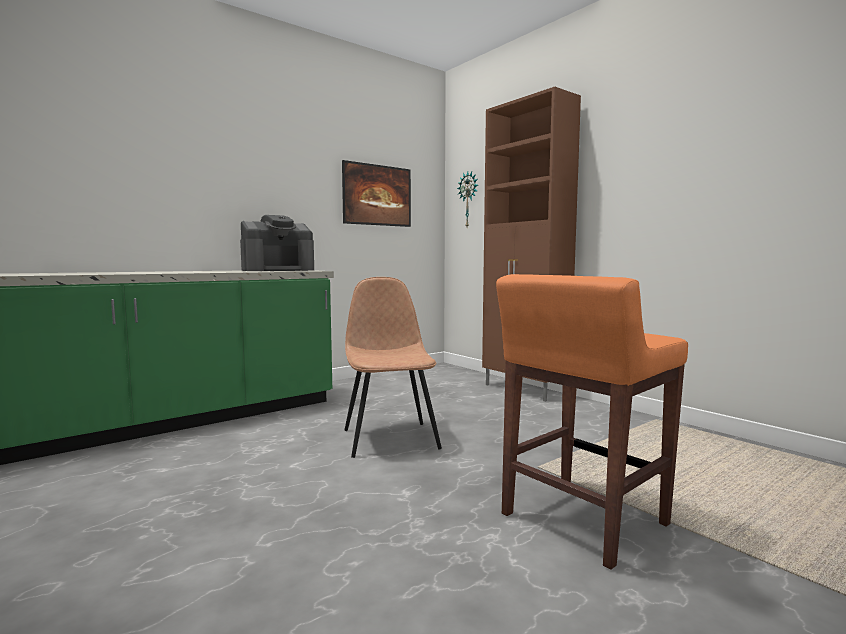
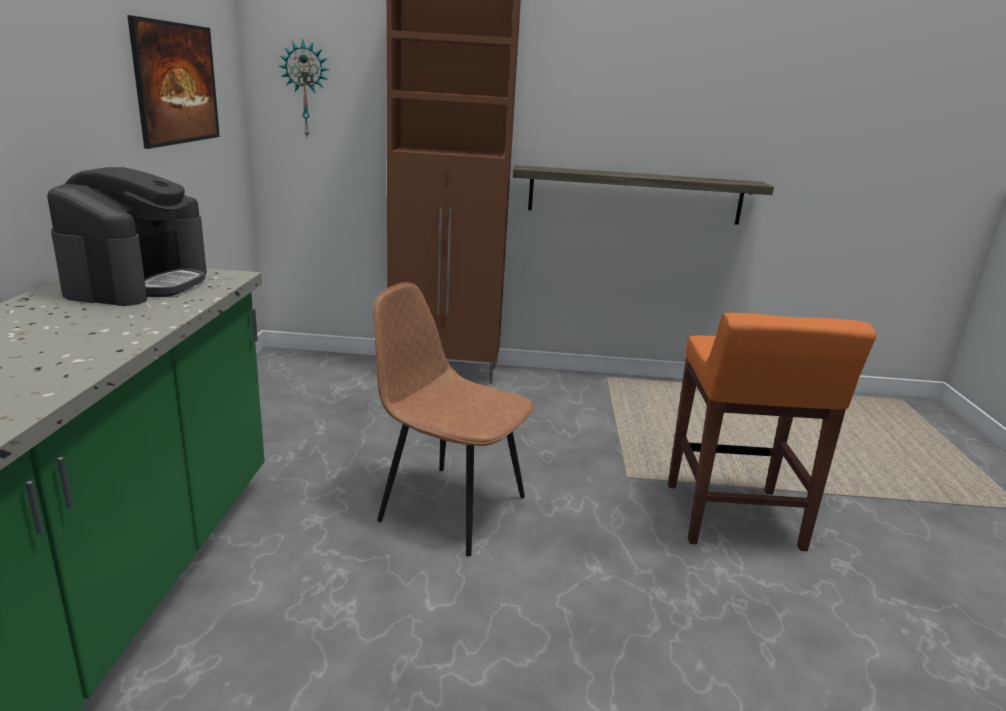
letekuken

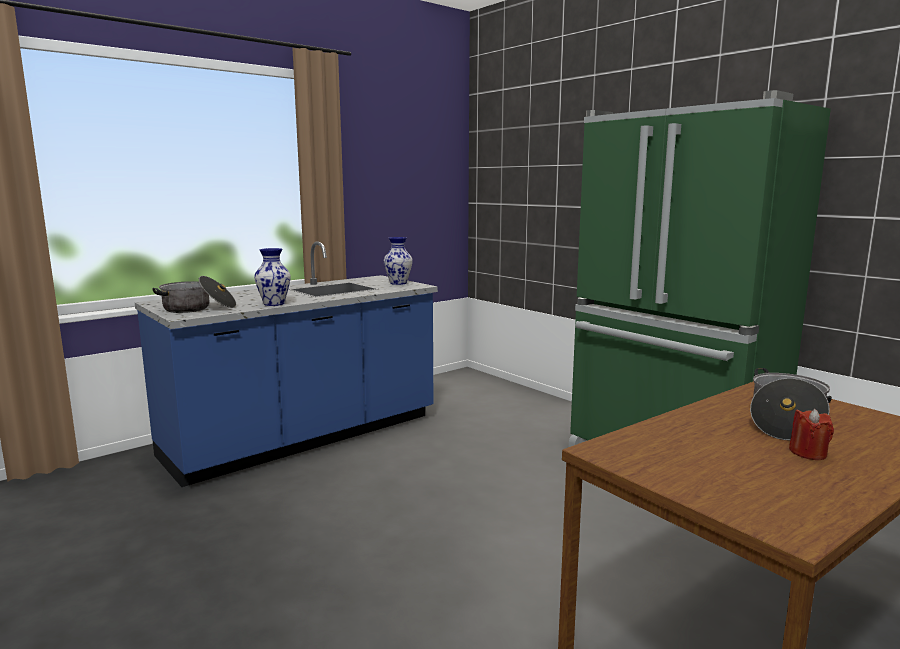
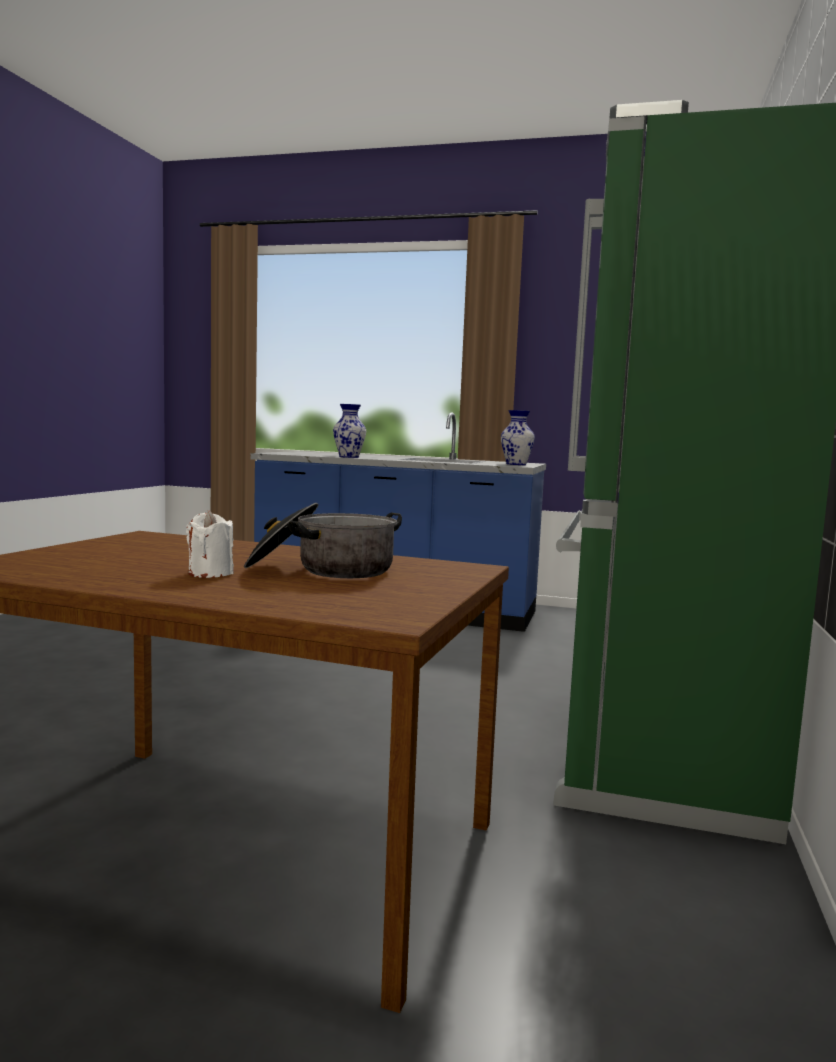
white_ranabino
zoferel (1st from left in the first image)

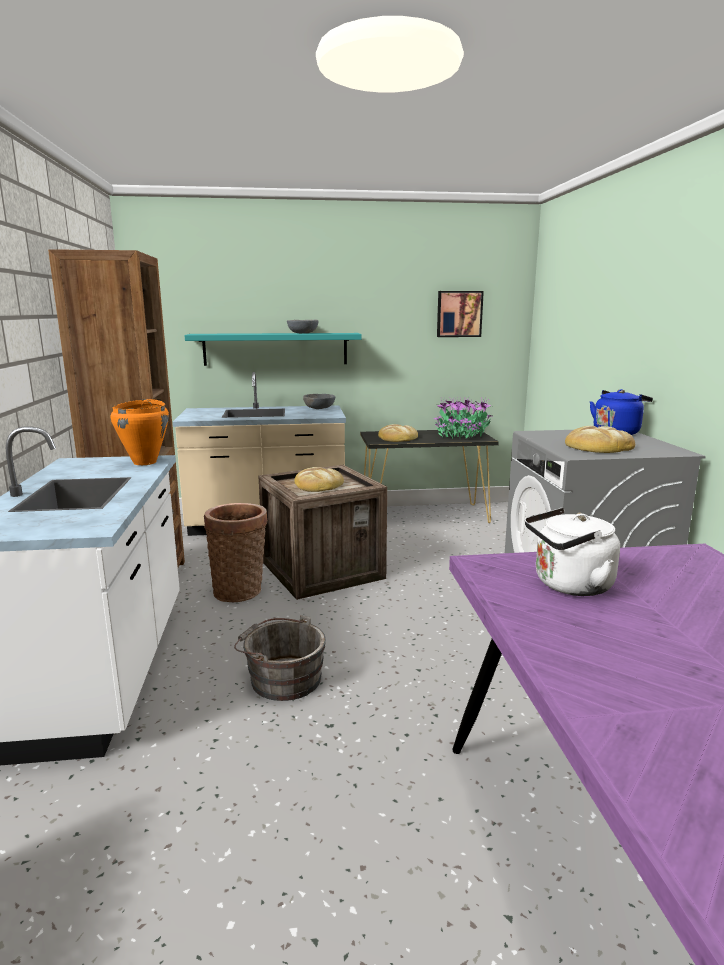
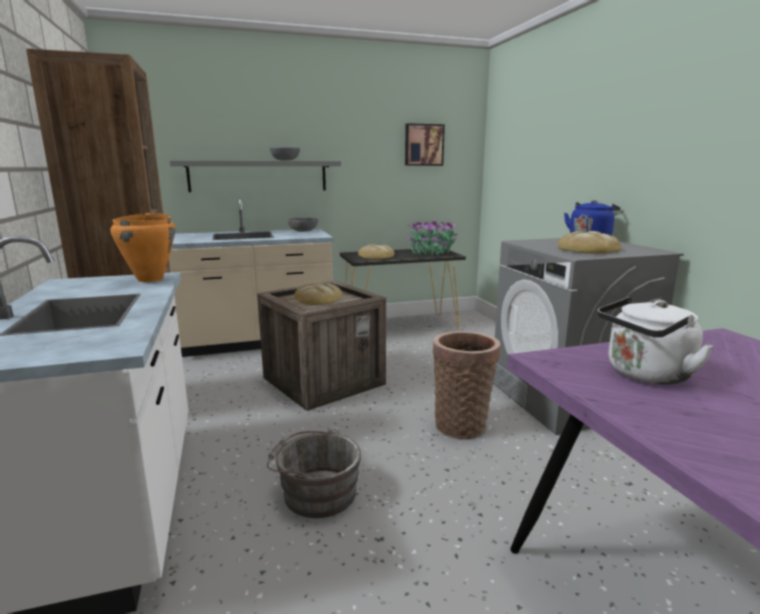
grey_letekuken
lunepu

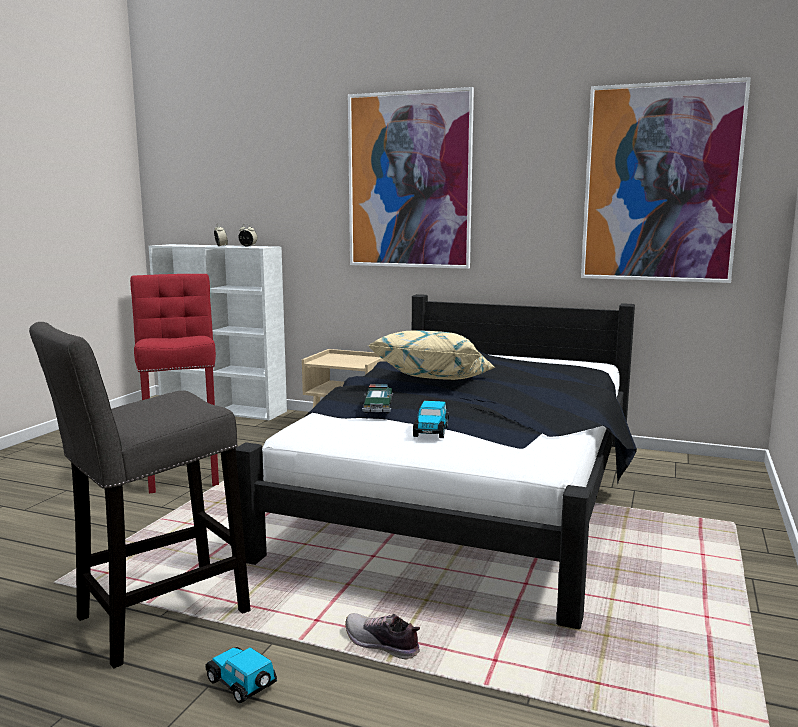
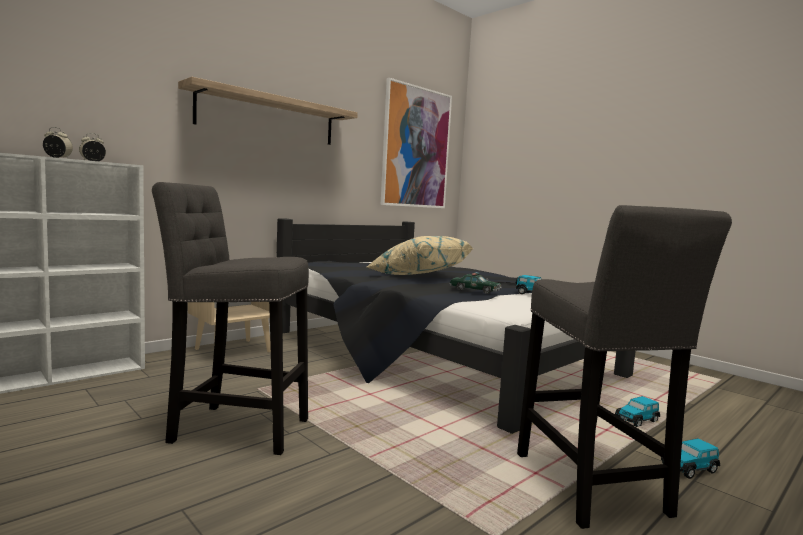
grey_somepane (1st from left)
letekuken
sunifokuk (3rd from left)

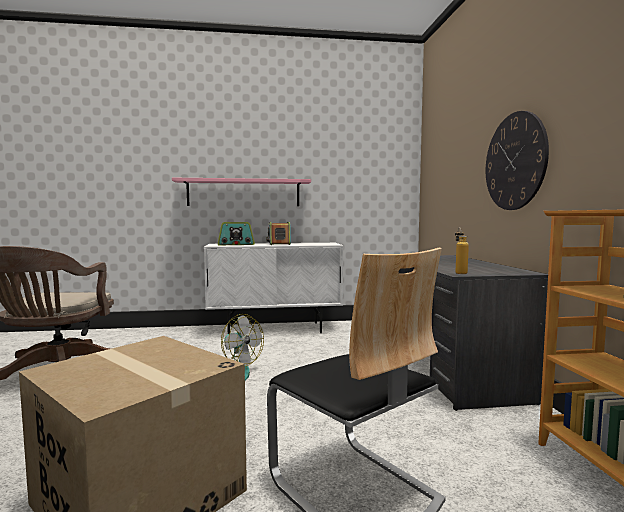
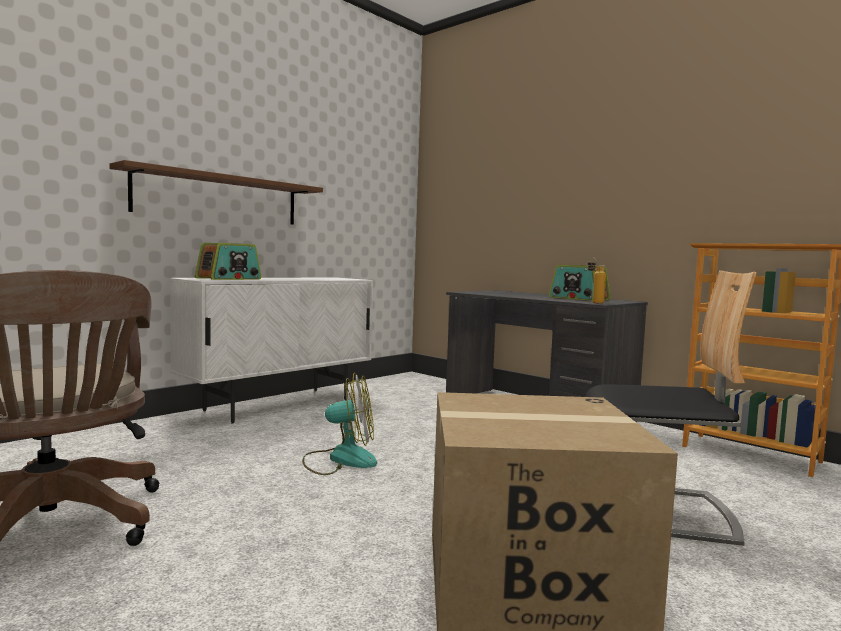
brown_letekuken
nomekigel (2nd from left)
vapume

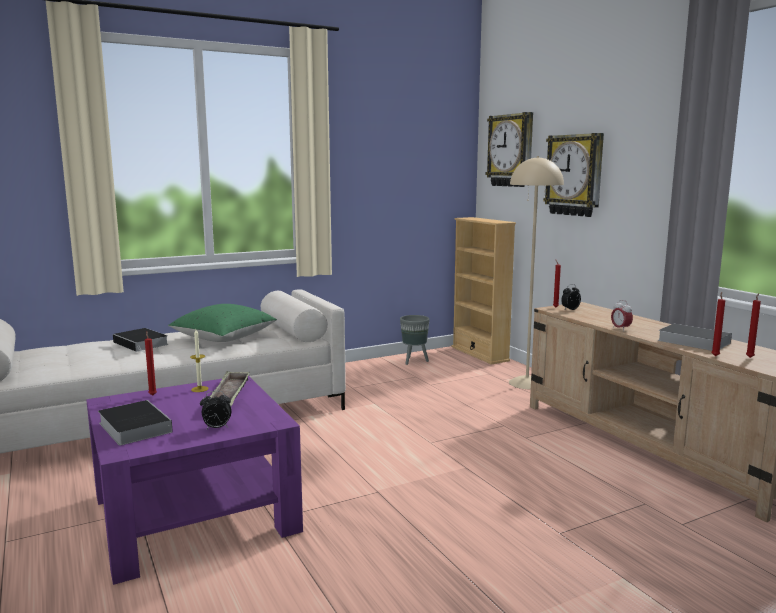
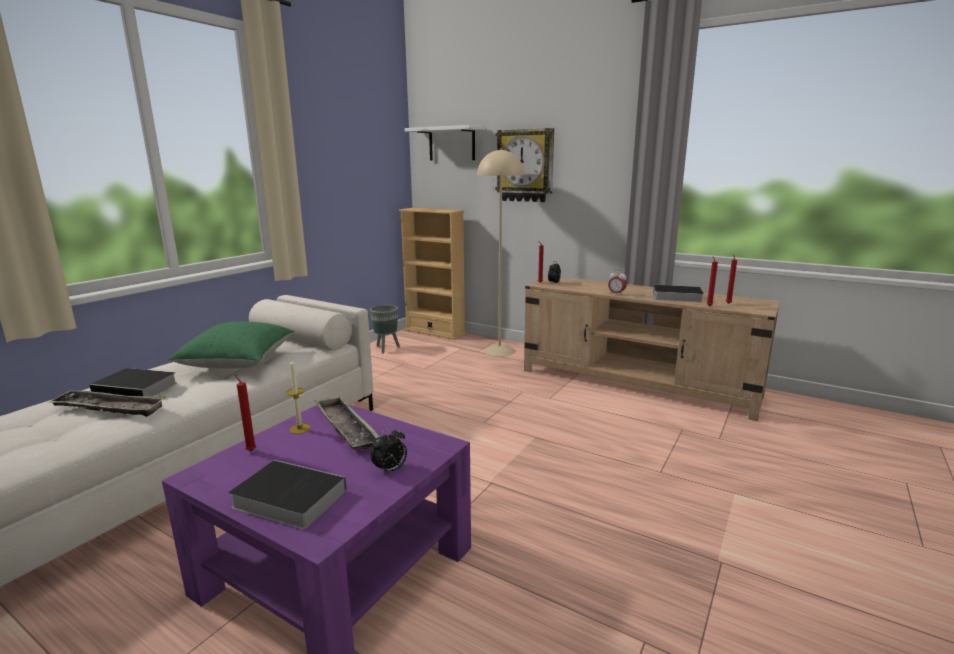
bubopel (1st from left)
white_letekuken

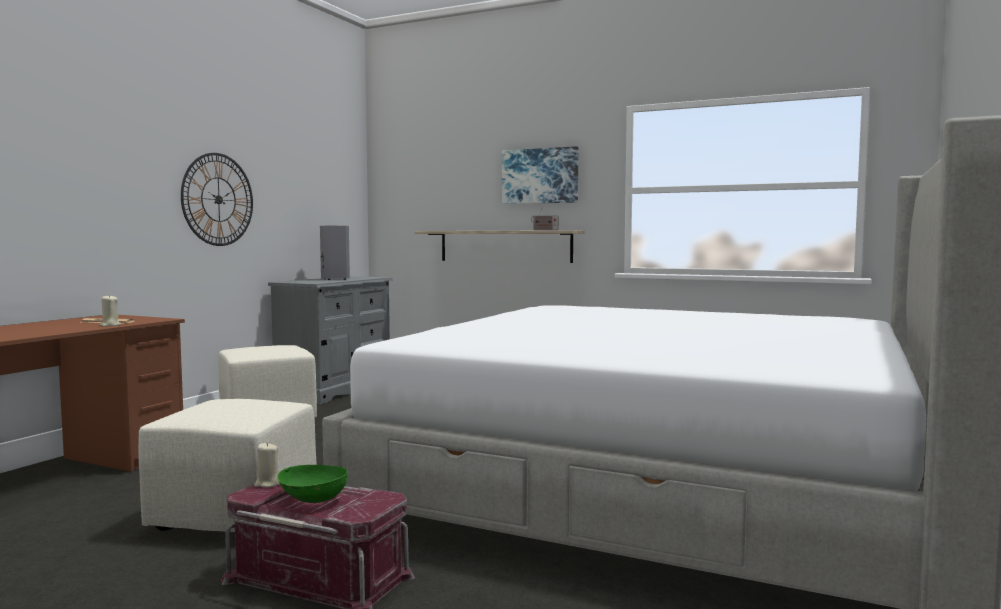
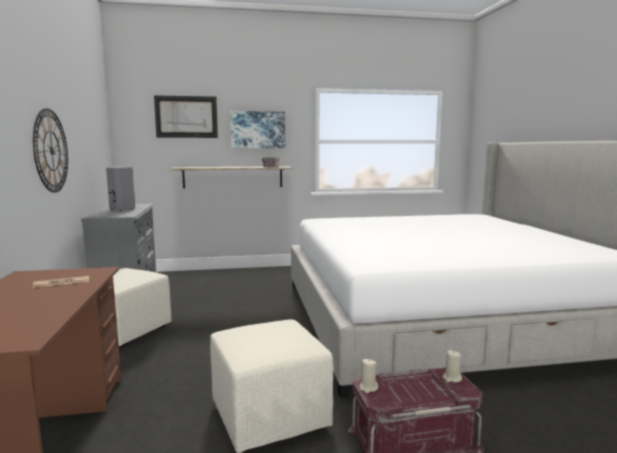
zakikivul (1st from left)
beige_ranabino (2nd from left)
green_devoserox

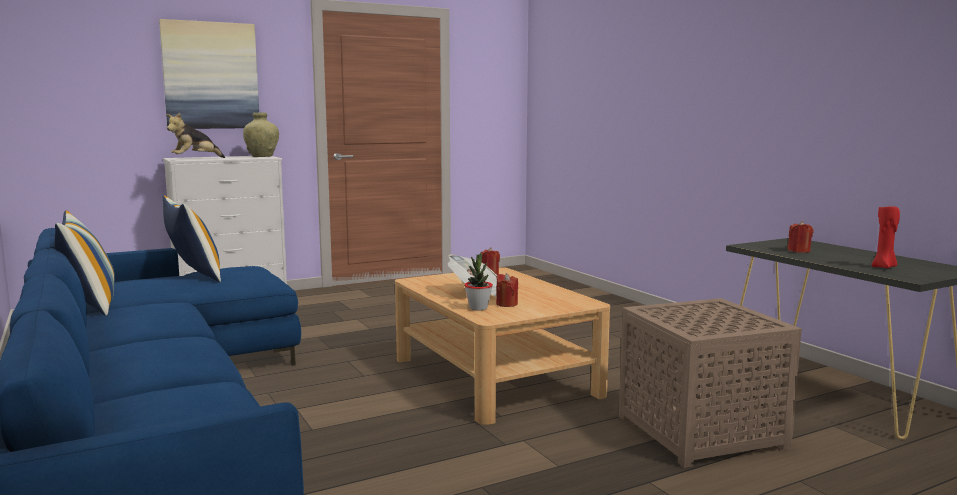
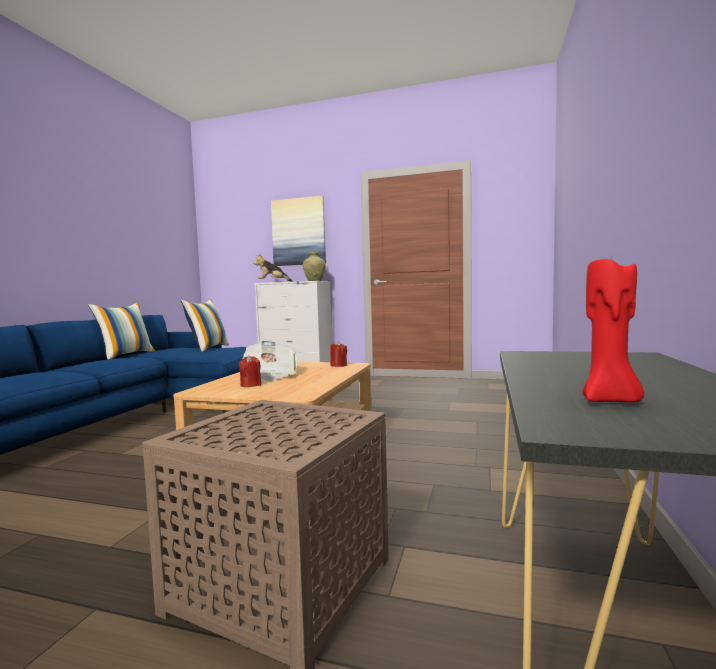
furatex
red_ranabino (3rd from left in the first image)

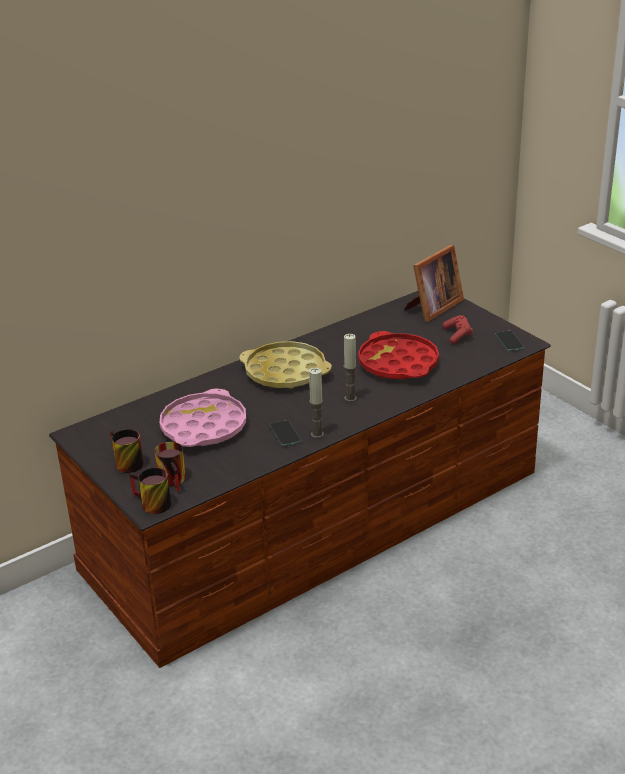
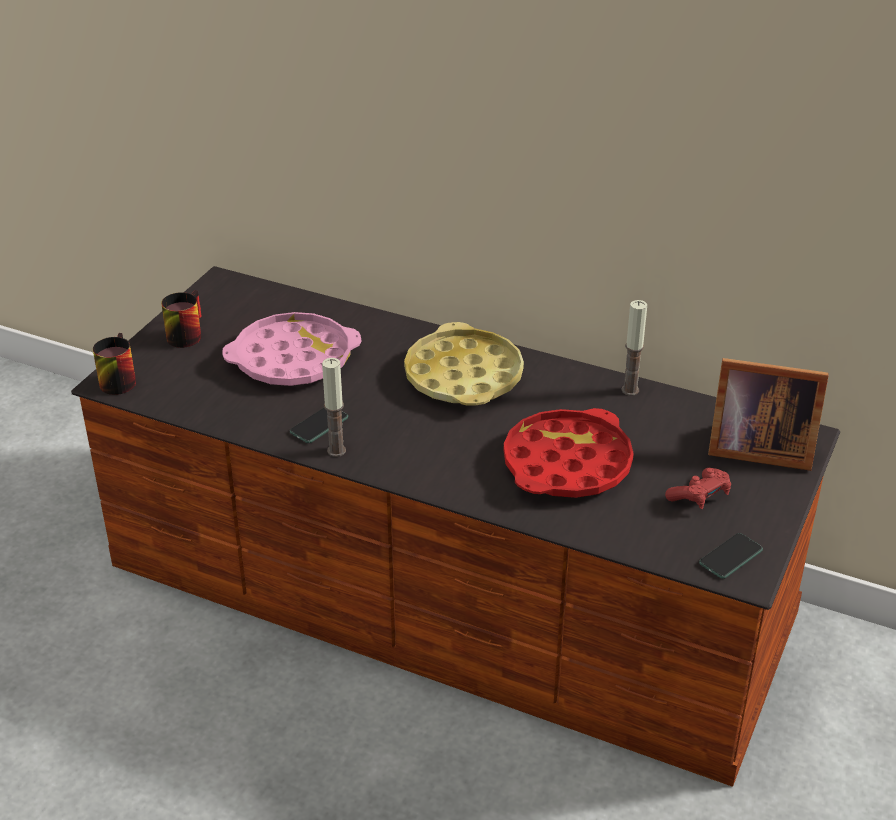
ranabino (2nd from left)
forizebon (3rd from left in the first image)

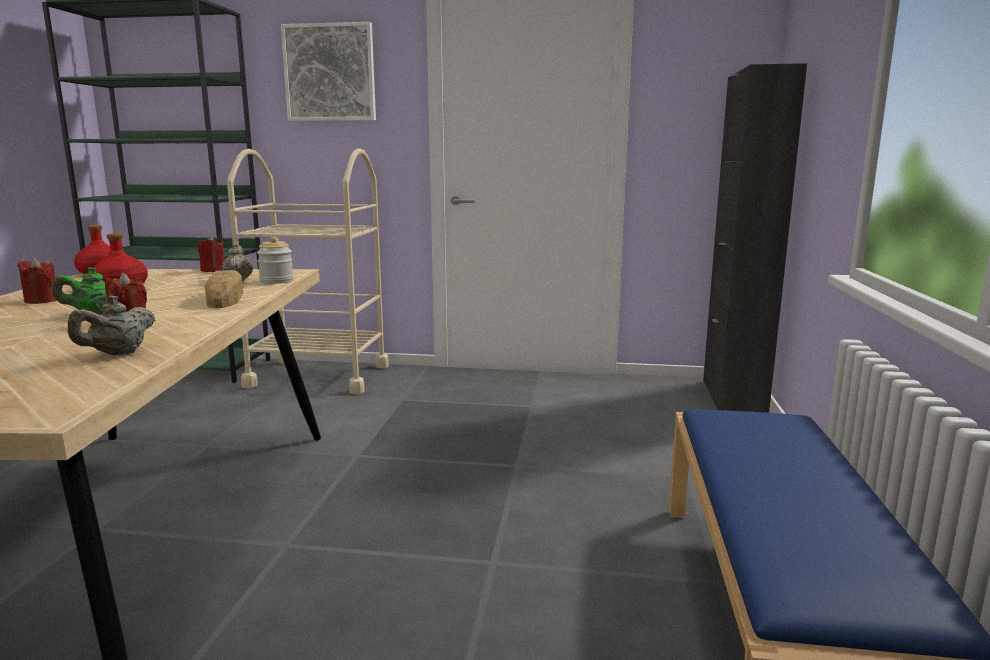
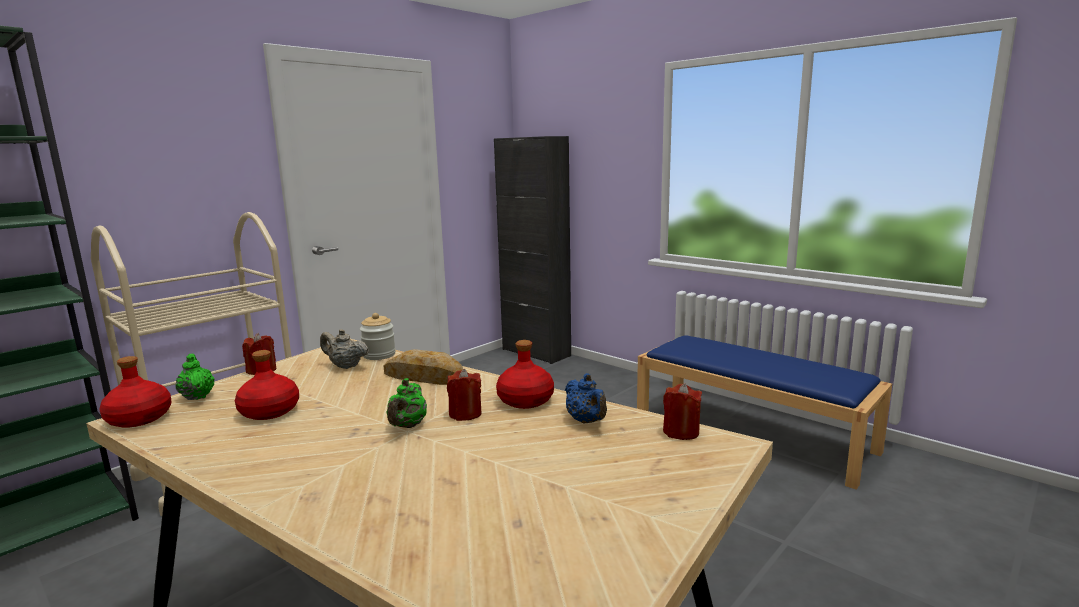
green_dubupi (1st from left)
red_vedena (3rd from left)
blue_dubupi
red_ranabino (3rd from left)
zakikivul

